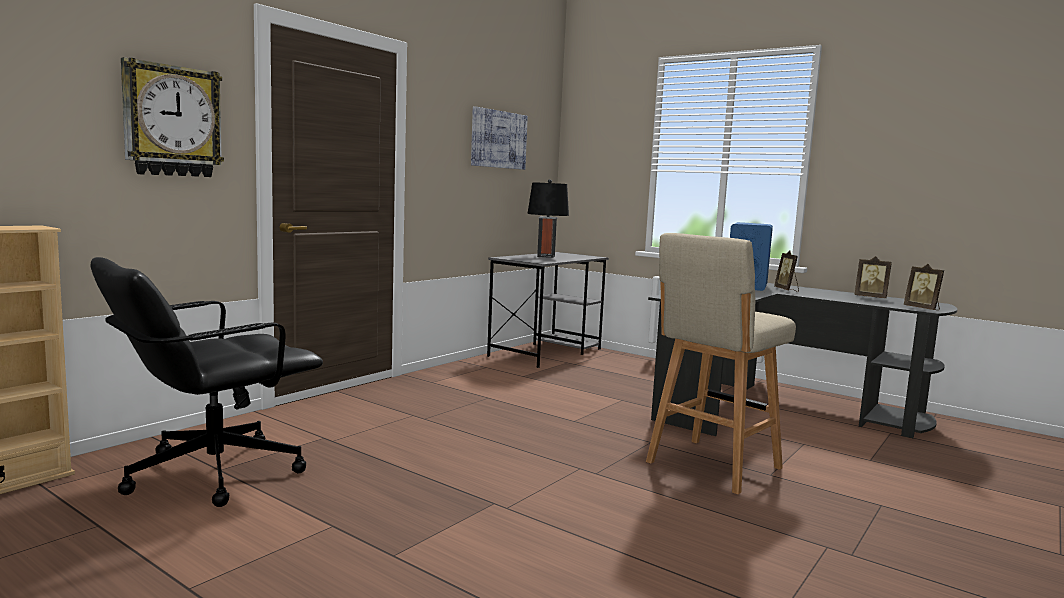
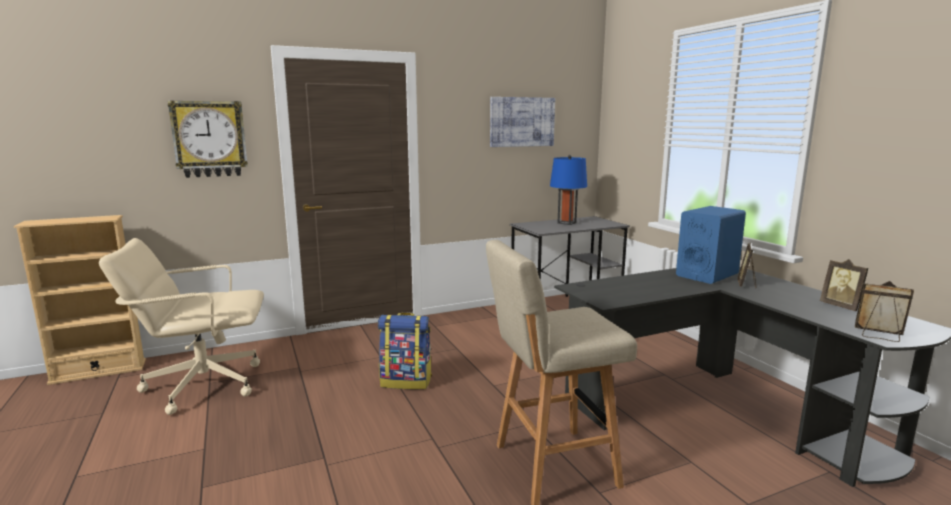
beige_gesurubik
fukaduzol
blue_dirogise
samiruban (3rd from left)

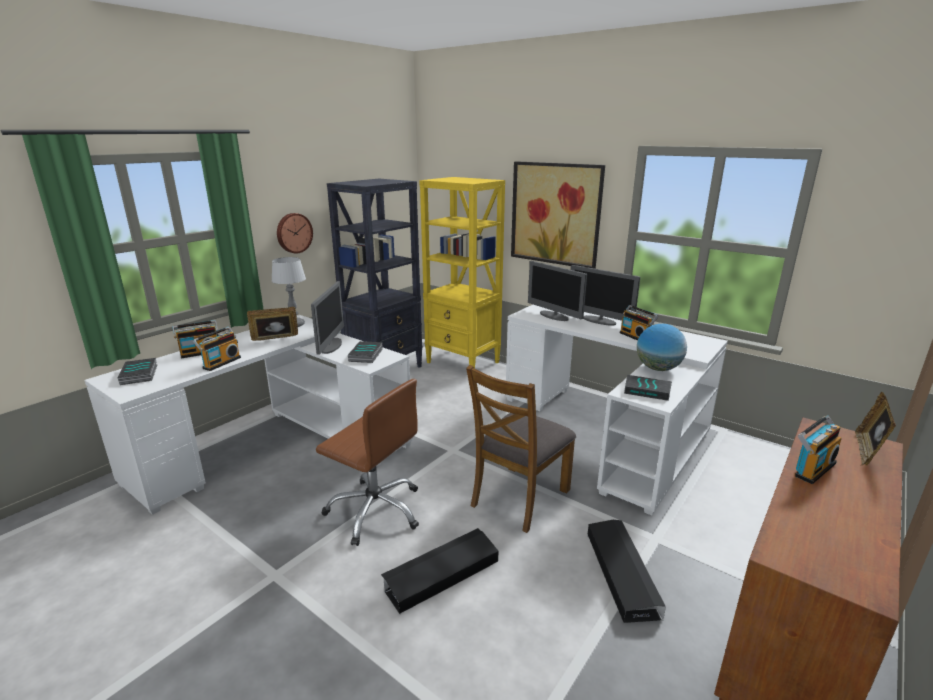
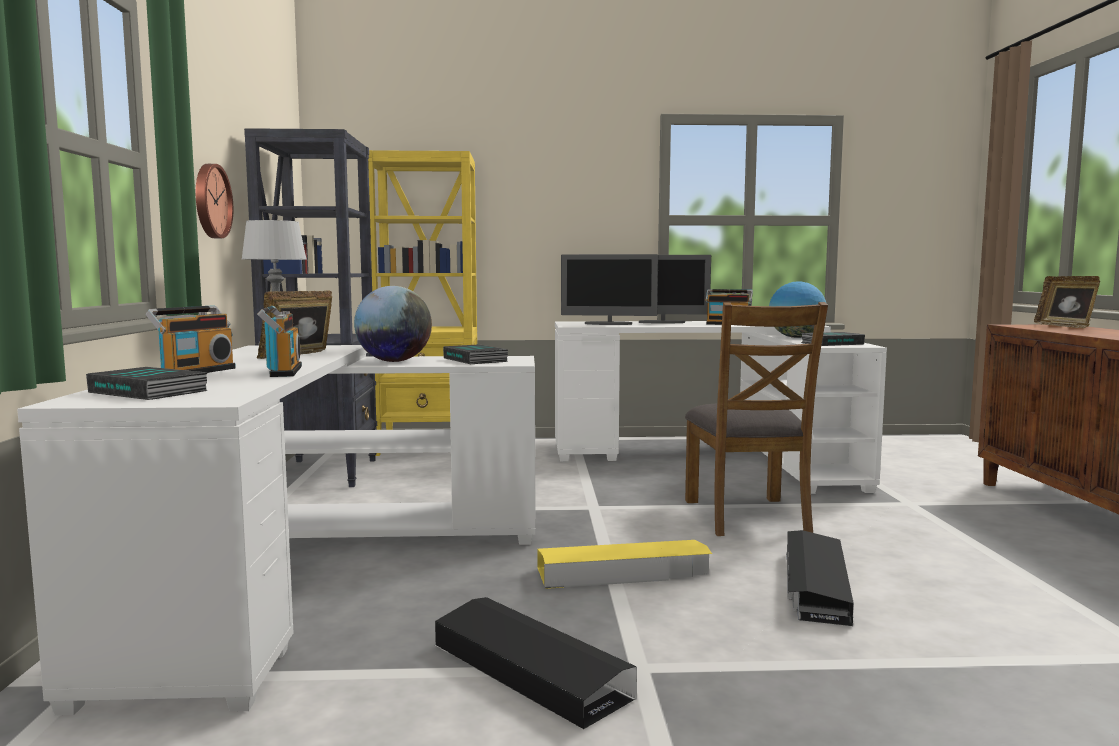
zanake (1st from left)
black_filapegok (1st from left)
yellow_filapegok
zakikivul
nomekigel (4th from left in the first image)

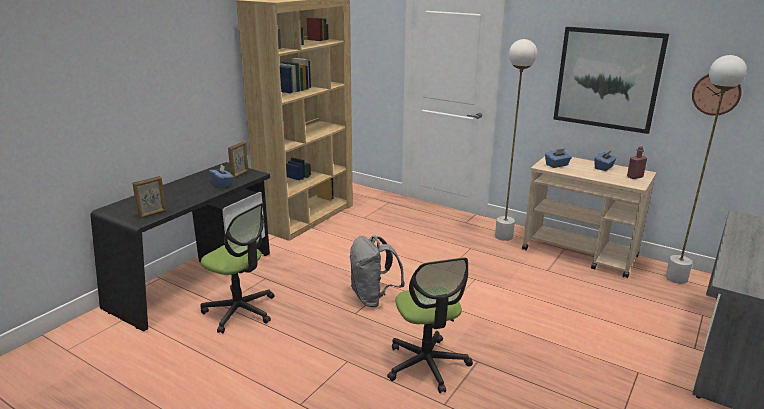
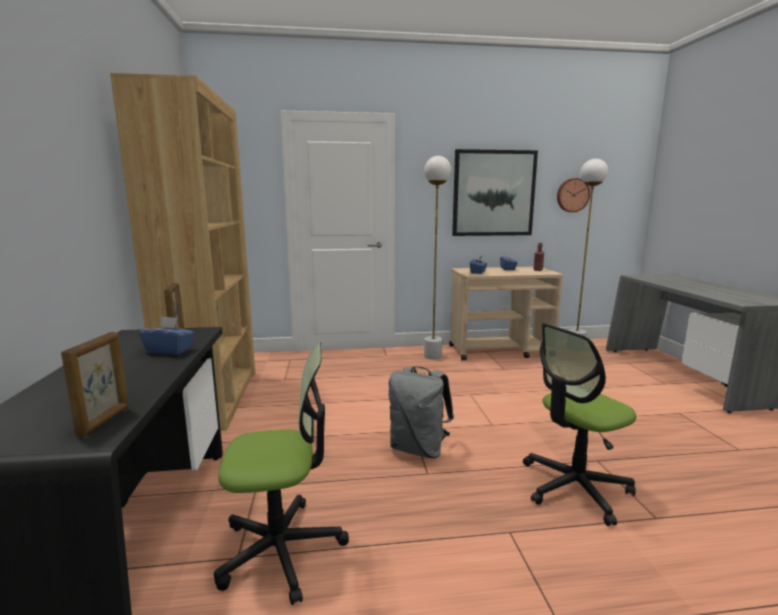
gesurubik (2nd from left)

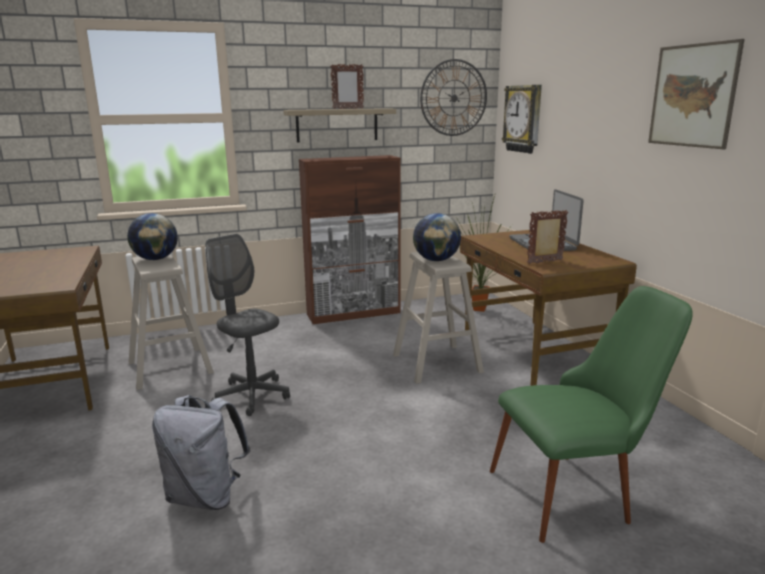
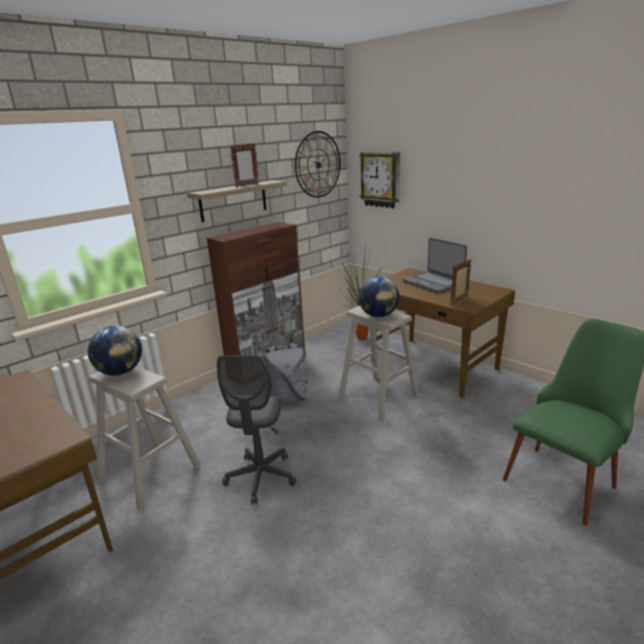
grey_gesurubik
grey_fukaduzol
zakikivul

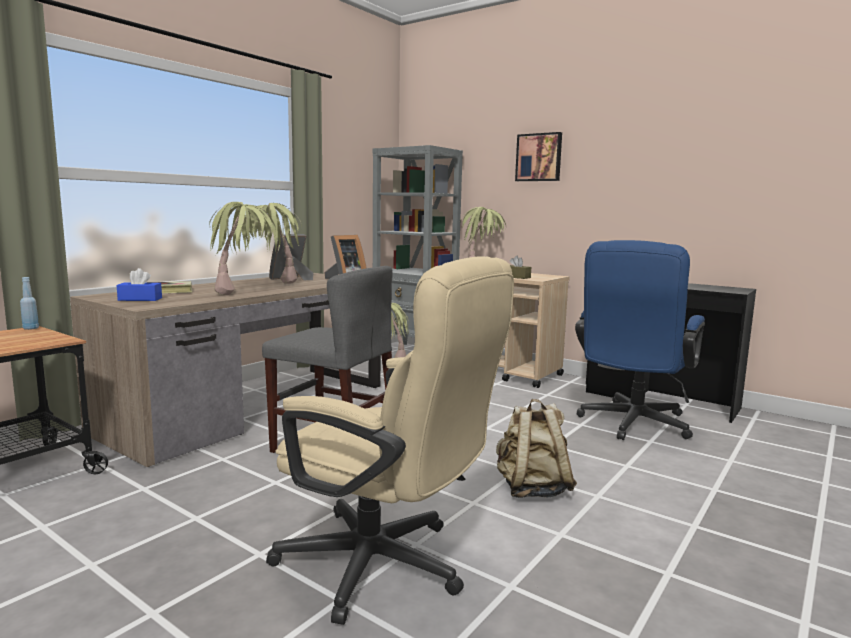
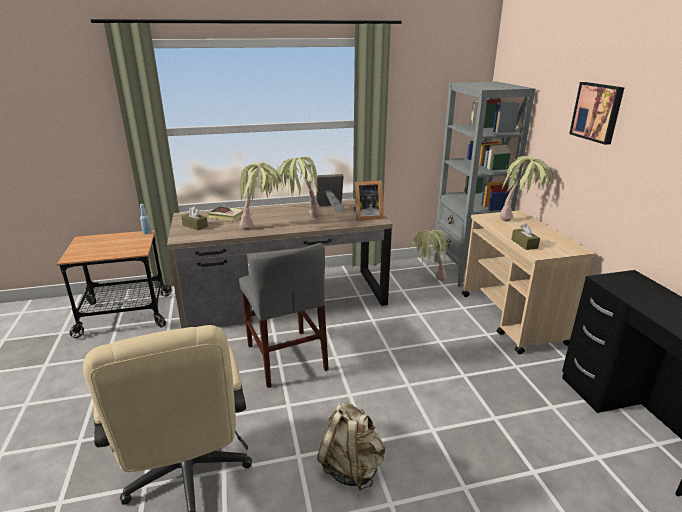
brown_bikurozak (1st from left)
blue_gesurubik

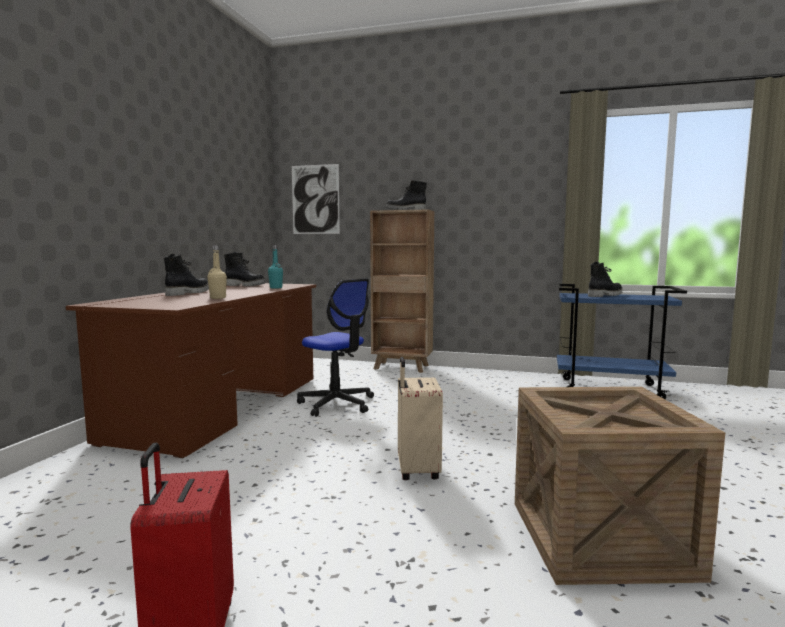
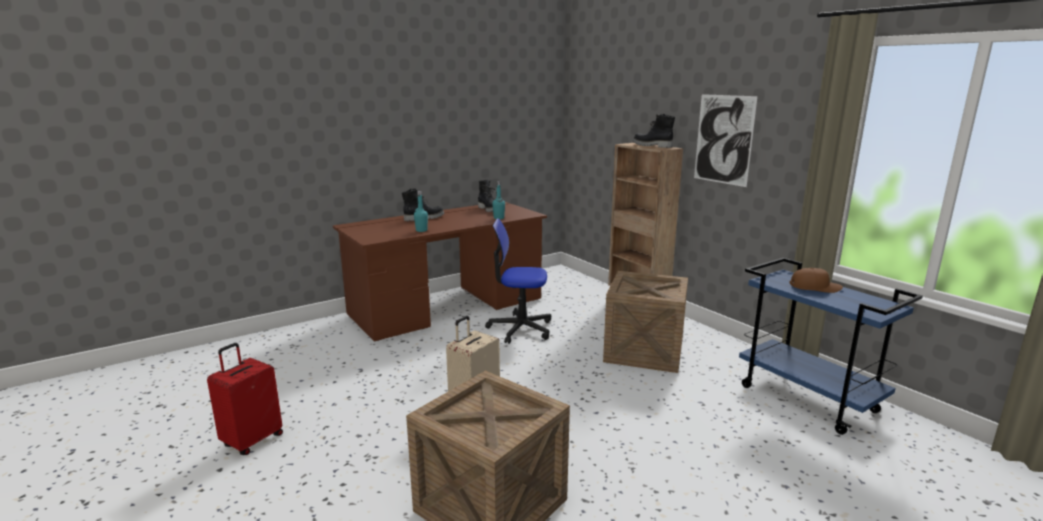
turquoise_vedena (1st from left)
gesurubik
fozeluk (2nd from left)
zakikivul
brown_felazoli

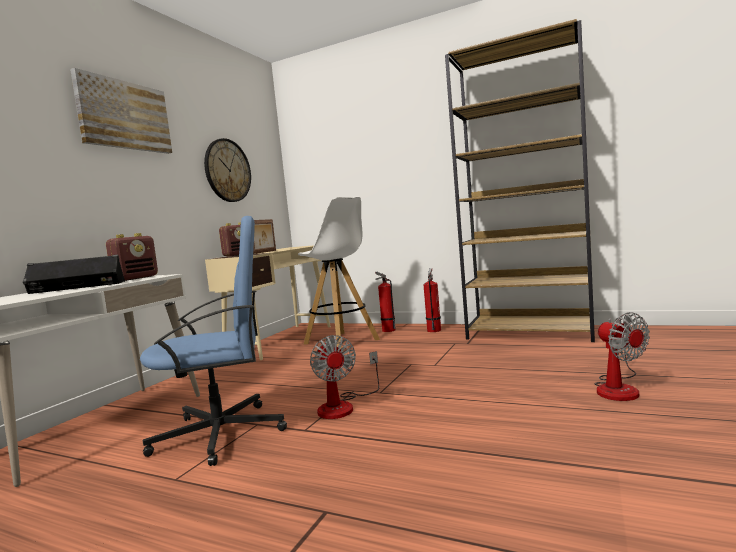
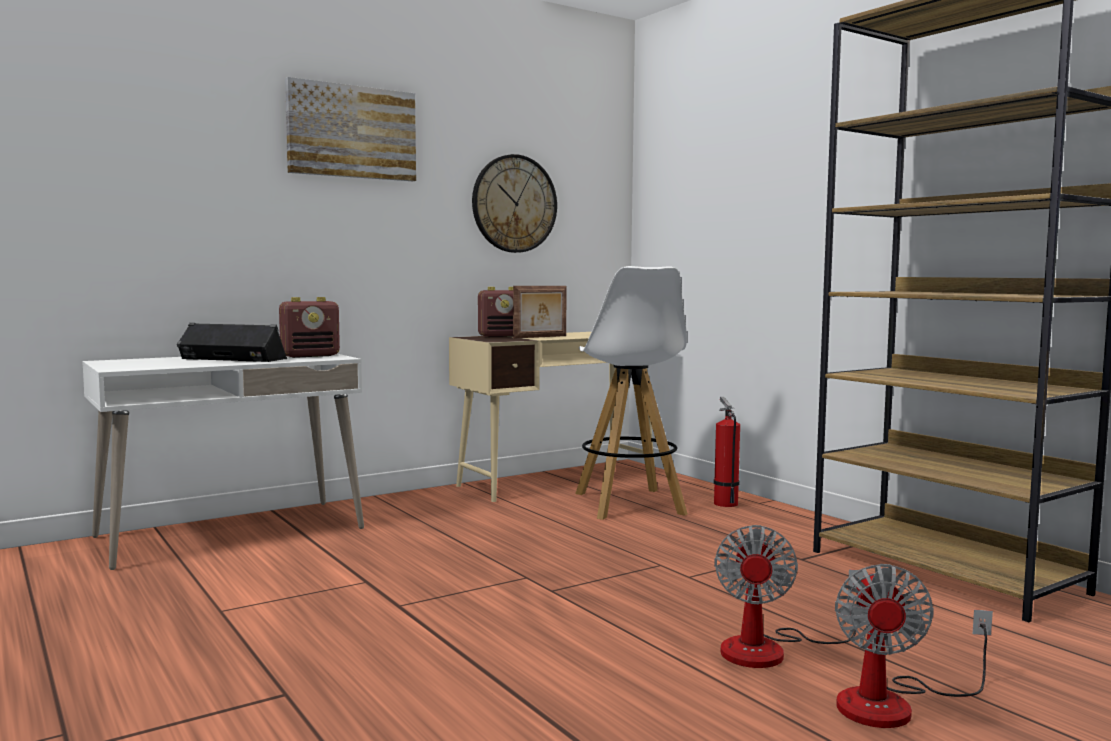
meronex (1st from left)
blue_gesurubik
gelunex (2nd from left in the first image)

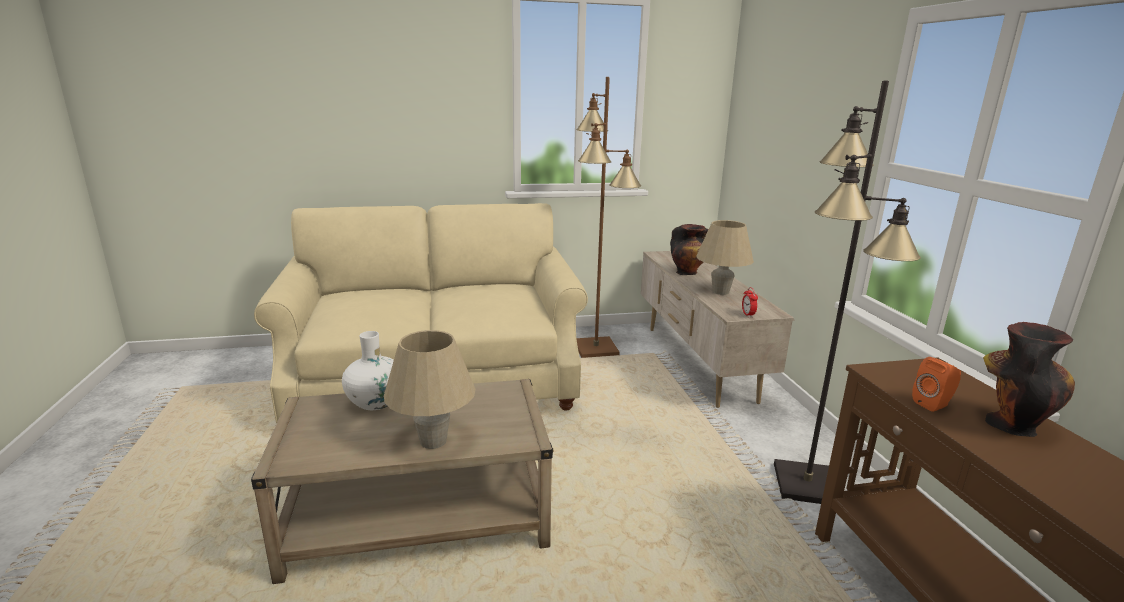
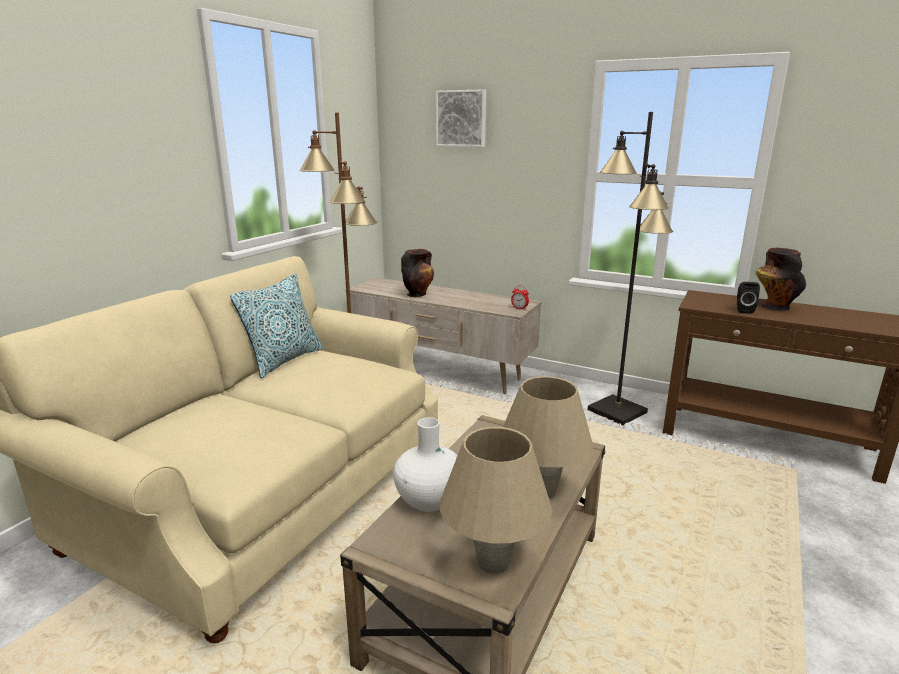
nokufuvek
zakikivul
beige_dirogise (1st from left)
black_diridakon

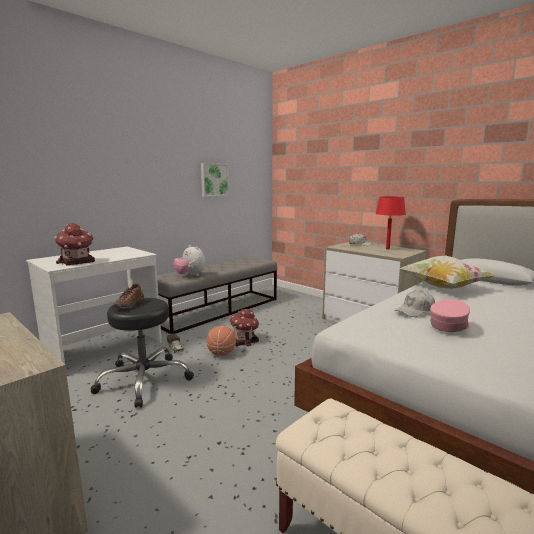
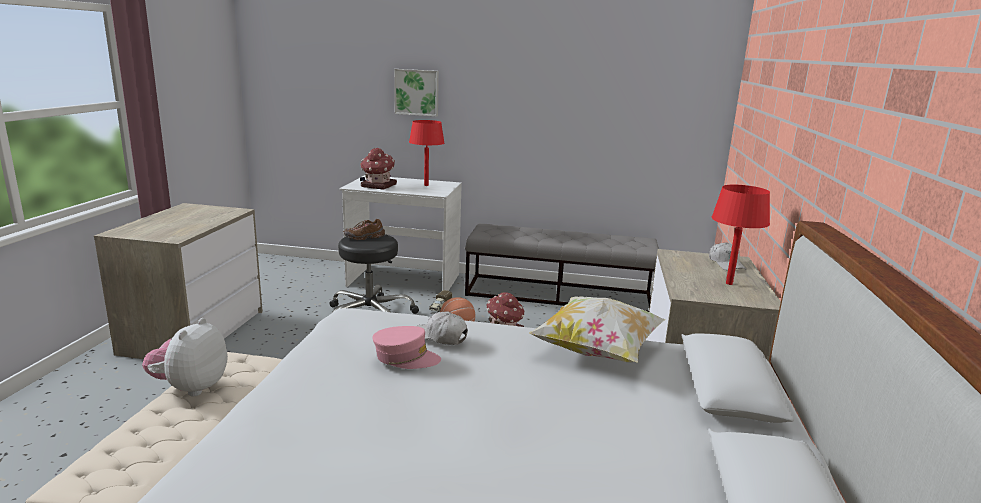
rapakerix
zakikivul
red_dirogise (1st from left)

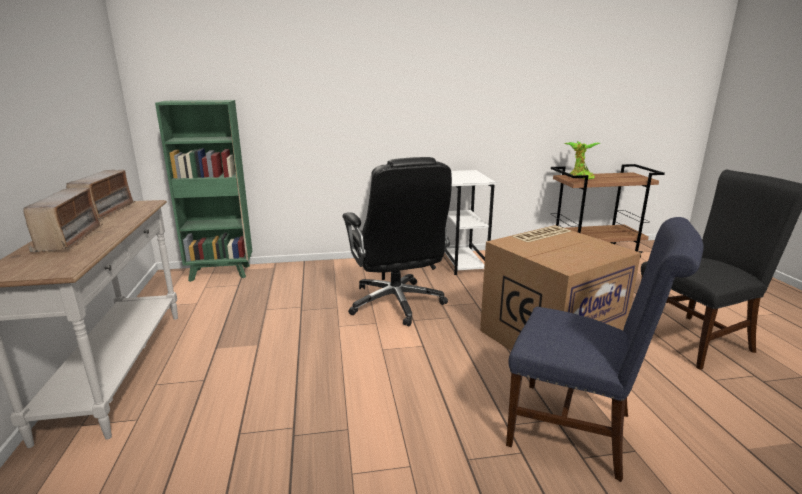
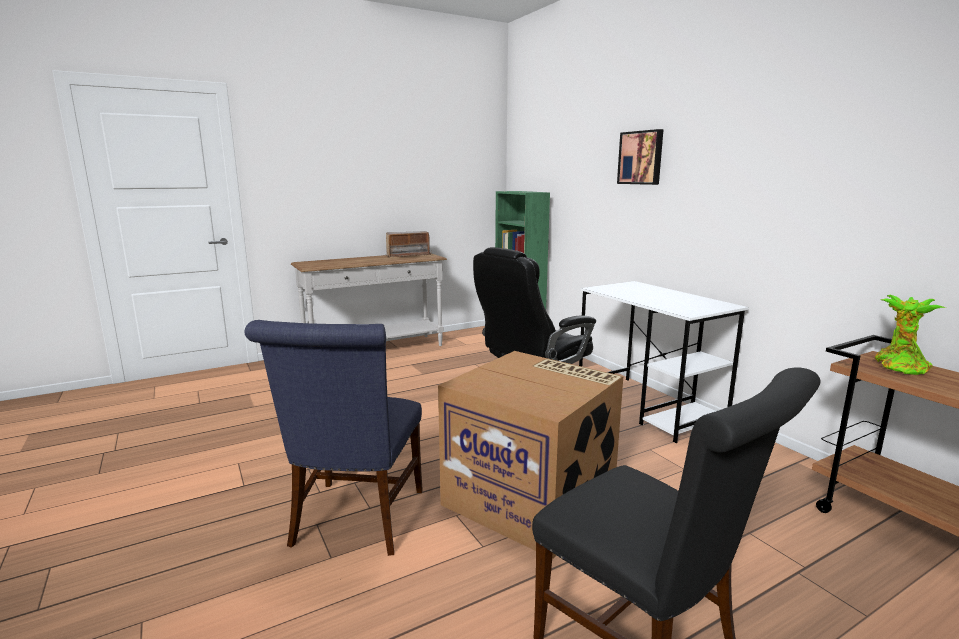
zakikivul
nomekigel (1st from left in the first image)

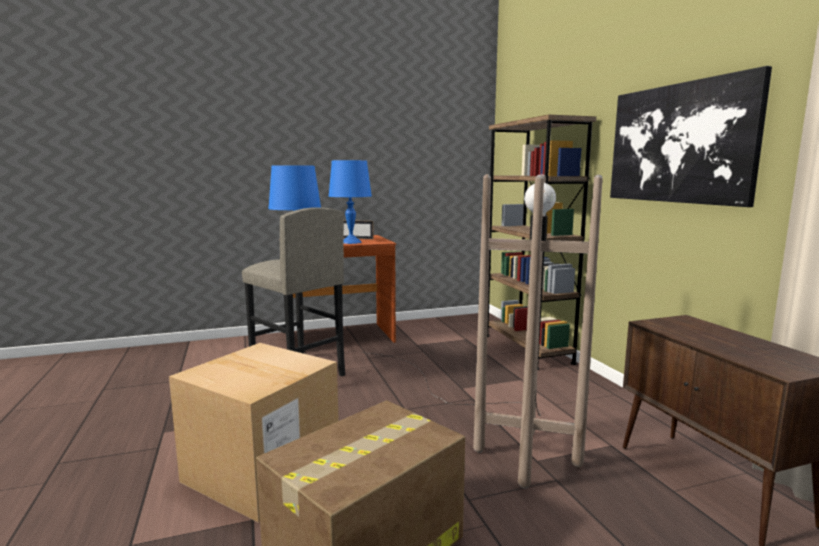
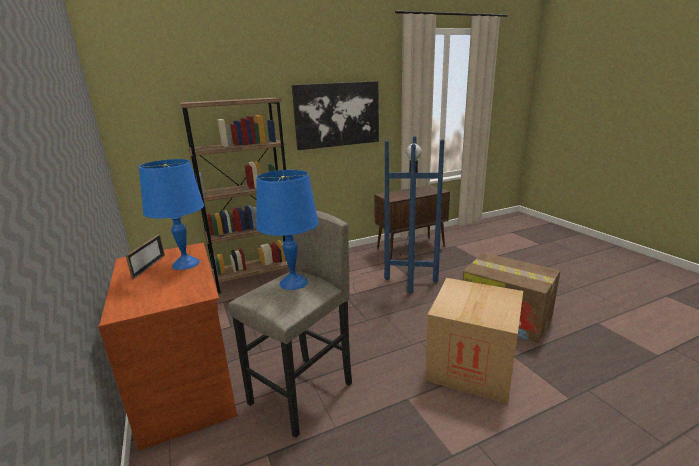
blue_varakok

